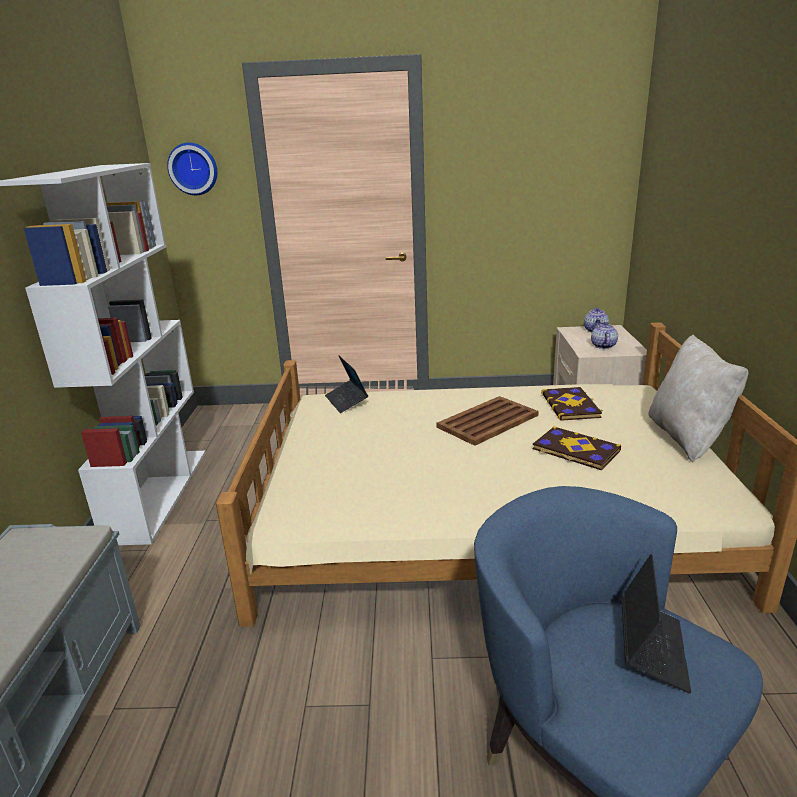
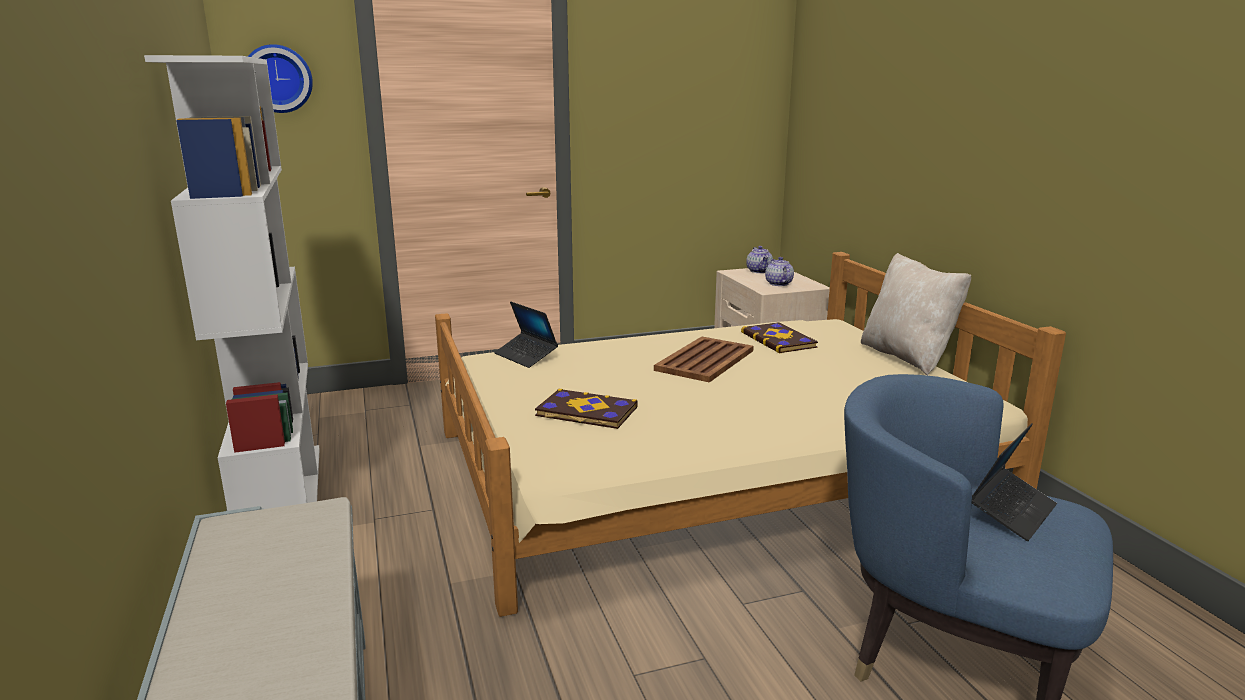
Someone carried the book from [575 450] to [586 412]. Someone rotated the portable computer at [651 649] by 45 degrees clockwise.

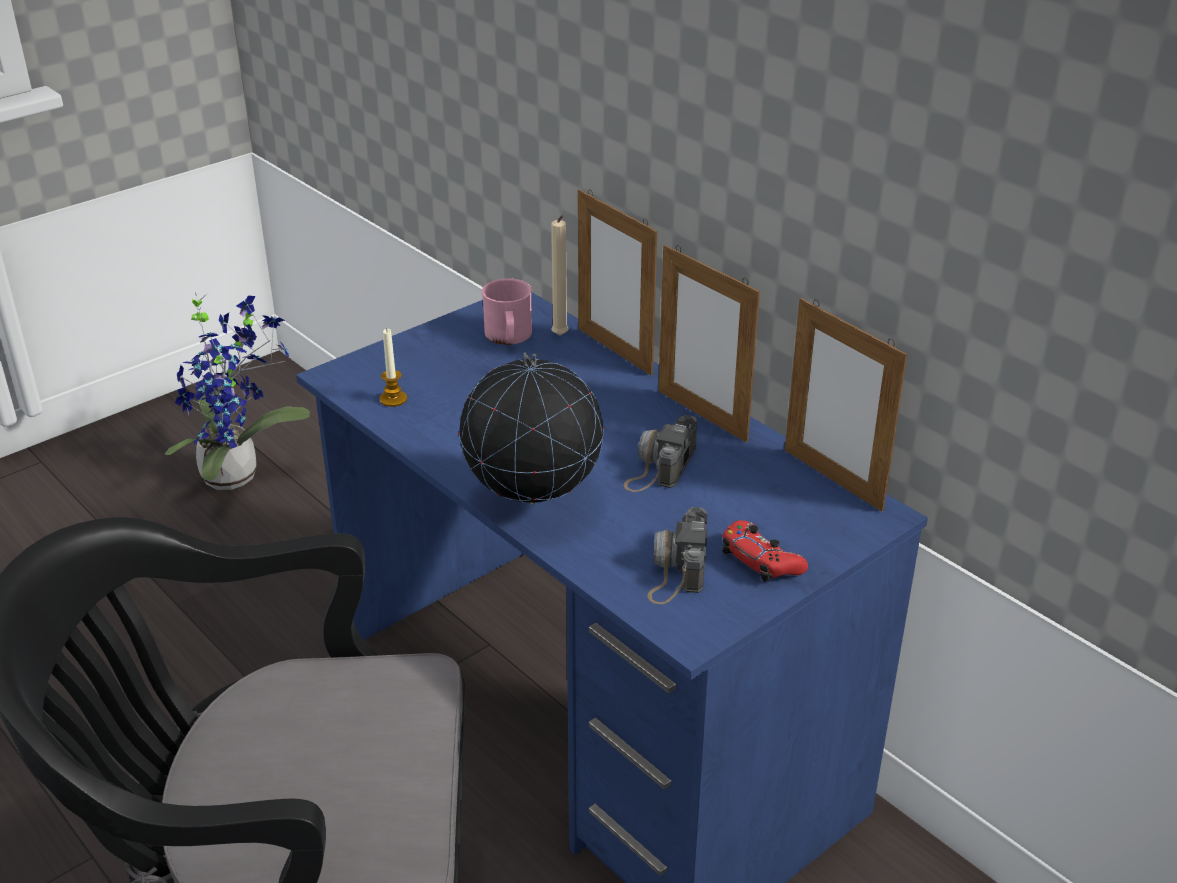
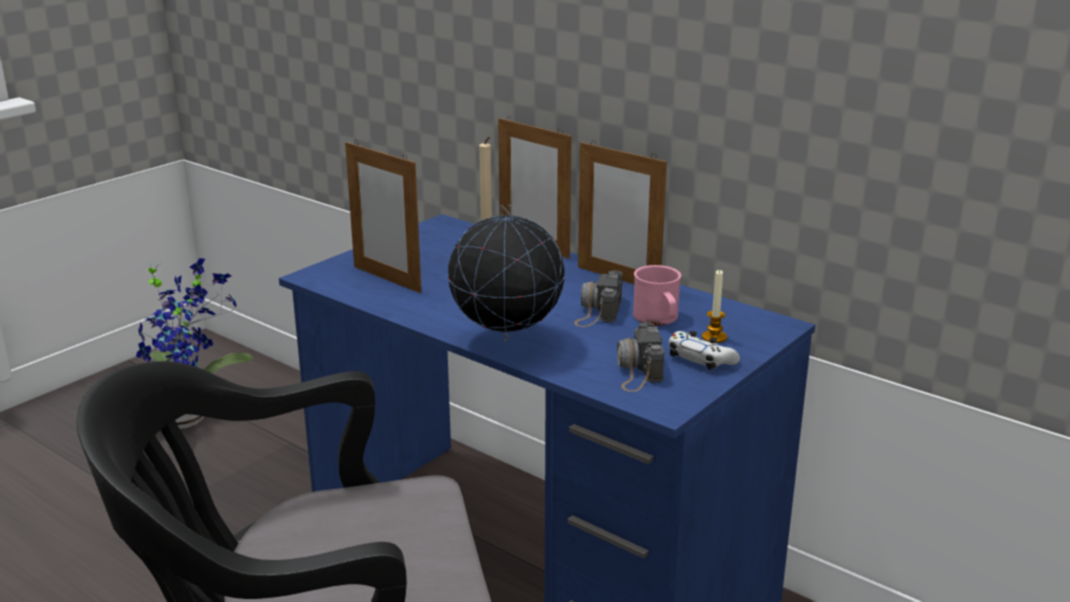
Someone carried the wax light from [393 399] to [714 337]. Someone carried the pink mug from [509 337] to [658 319]. Someone repainted the red joypad at [761 560], which became the whitish joypad at [701 359]. Someone carried the picture frame from [832 479] to [387 279].

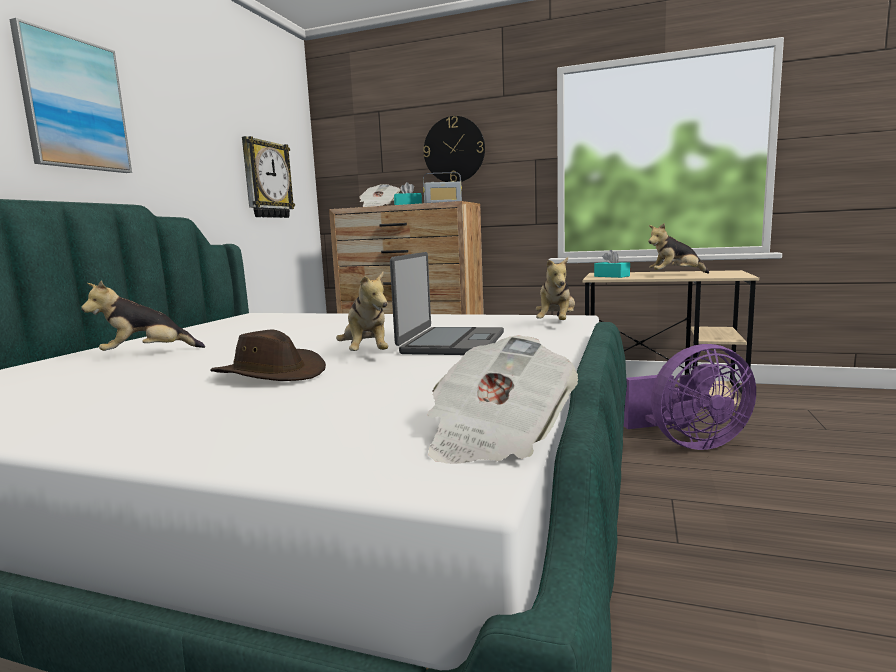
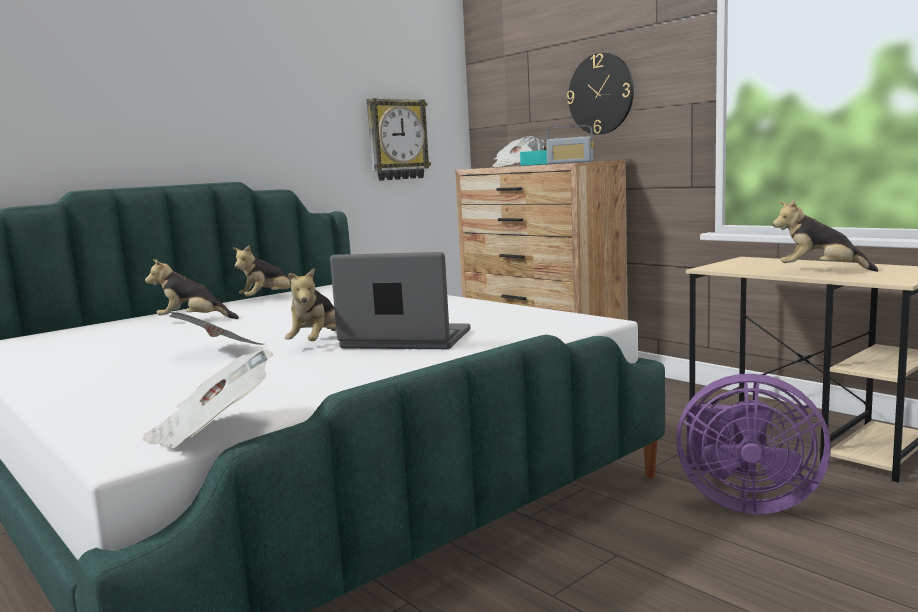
Someone took away the wall art at [73 104]. Someone swapped the brownish hat at [271 374] for the daily paper at [220 352]. Someone rotated the portable computer at [451 343] by 120 degrees counterclockwise. Someone carried the plush toy from [556 324] to [268 299]. Someone took away the blue-green tissue holder at [611 276].

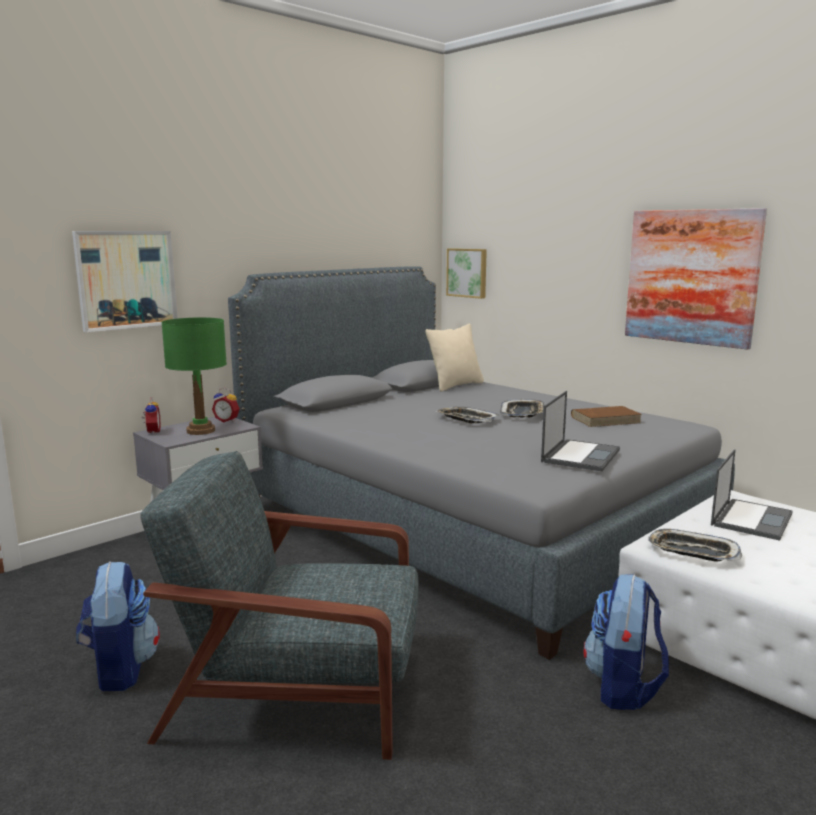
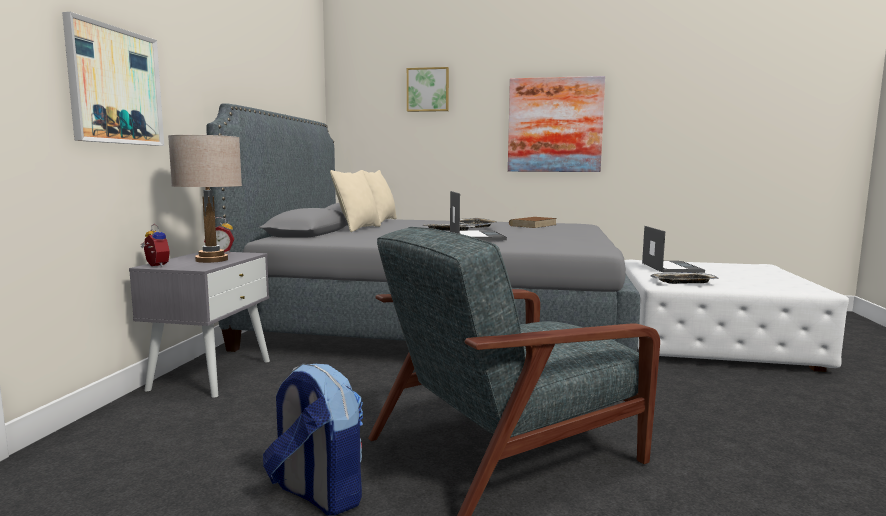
Someone repainted the green-coloured tabletop lamp at [201 431], which became the beige tabletop lamp at [212 260]. Someone carried the wall art from [467 272] to [428 90]. Someone carried the portable computer from [581 455] to [476 236]. Someone took away the knapsack at [623 687]. Someone put down the beige cushion at [358 228].

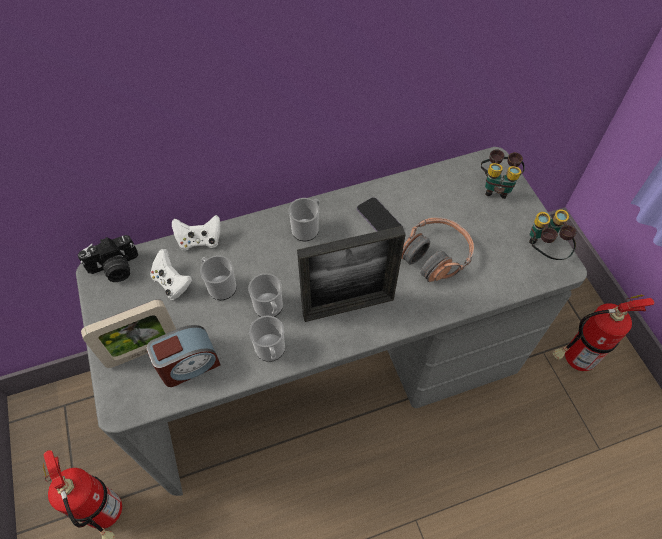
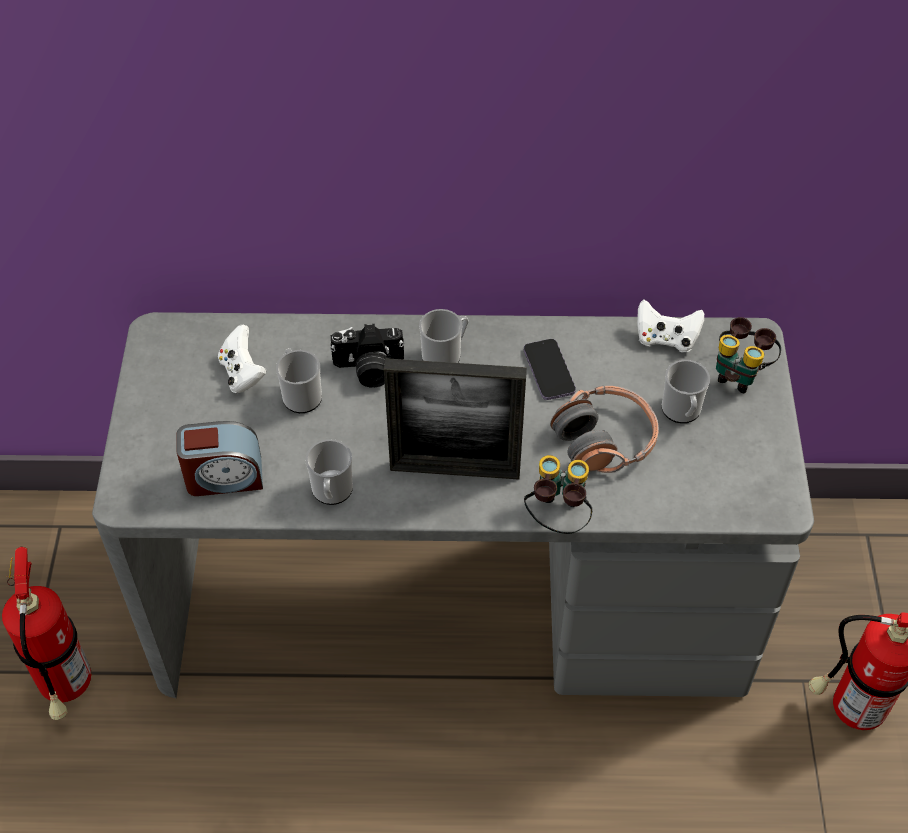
Someone carried the photo camera from [115 269] to [369 369]. Someone took away the picture frame at [143 351]. Someone carried the whitish joypad from [199 240] to [666 339]. Someone carried the mug from [270 308] to [682 412]. Someone carried the binoculars from [543 251] to [557 517].

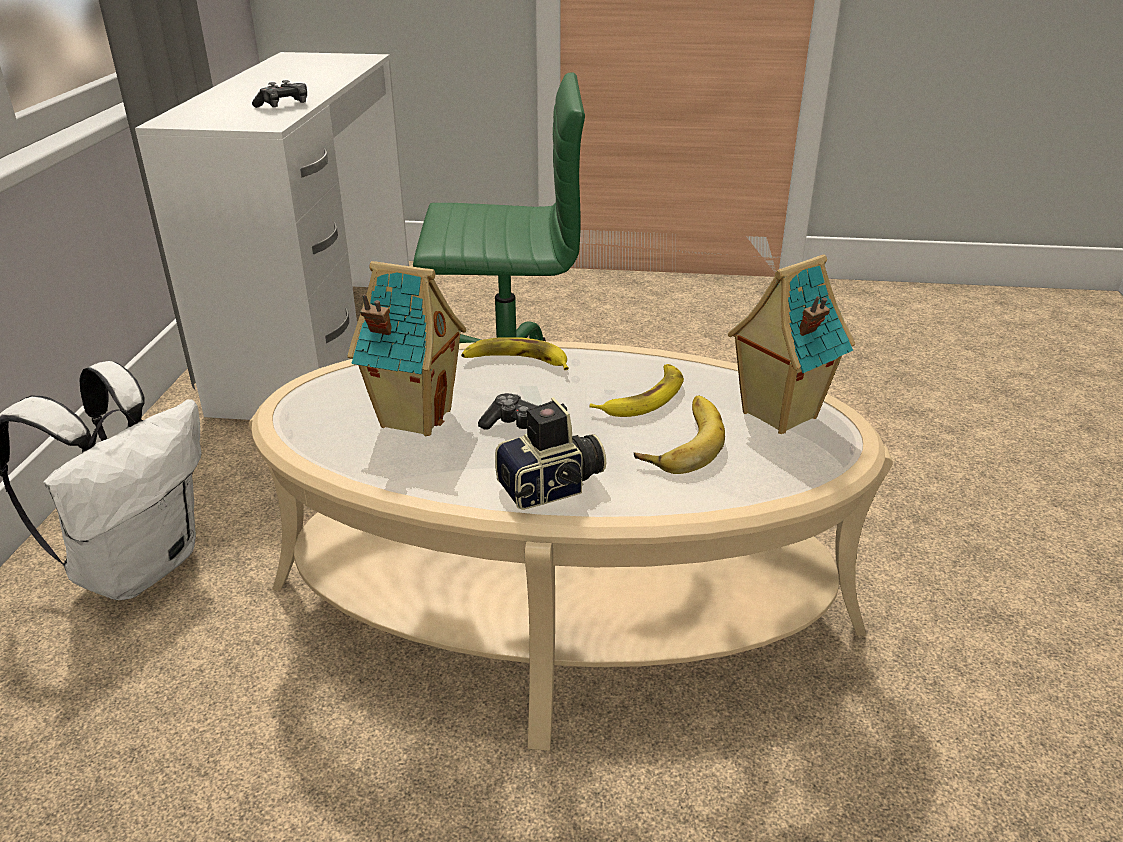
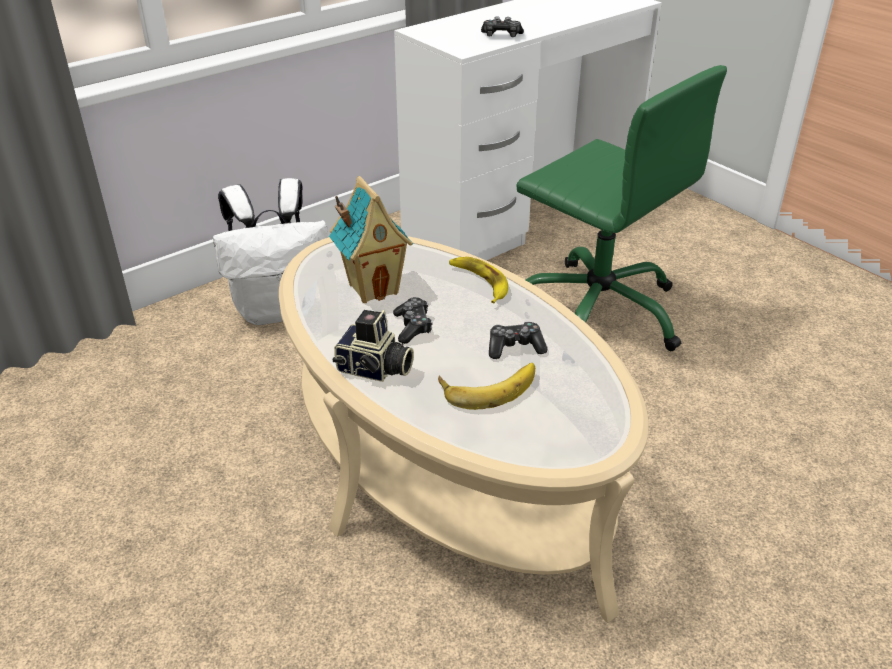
Someone swapped the banana at [644 398] for the joypad at [515 347]. Someone took away the miniature house at [777 415].

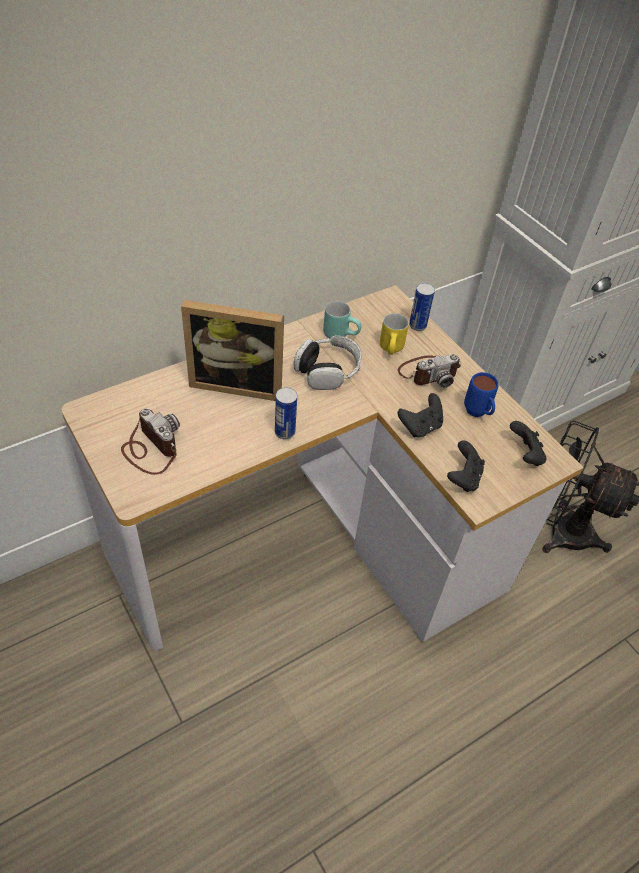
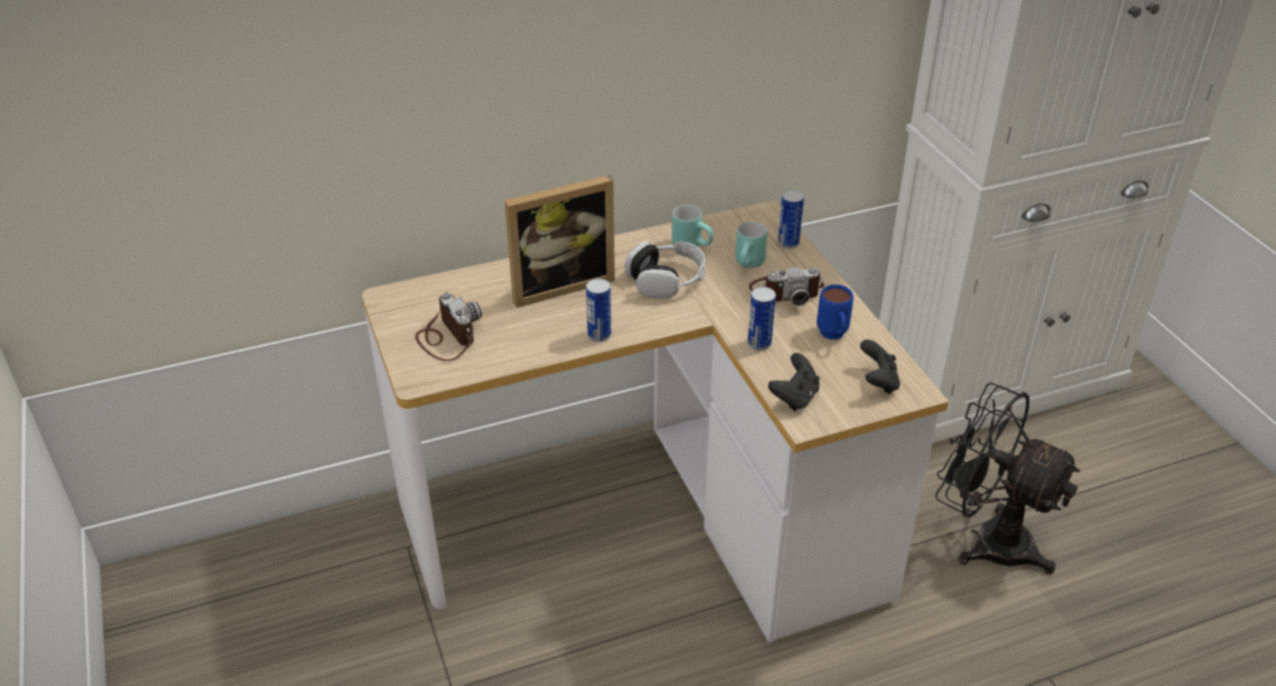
Someone rotated the picture frame at [237 383] by 45 degrees counterclockwise. Someone repainted the yellow mug at [392 350], which became the blue-green mug at [750 265]. Someone swapped the black-coloured joypad at [420 427] for the can at [759 343].

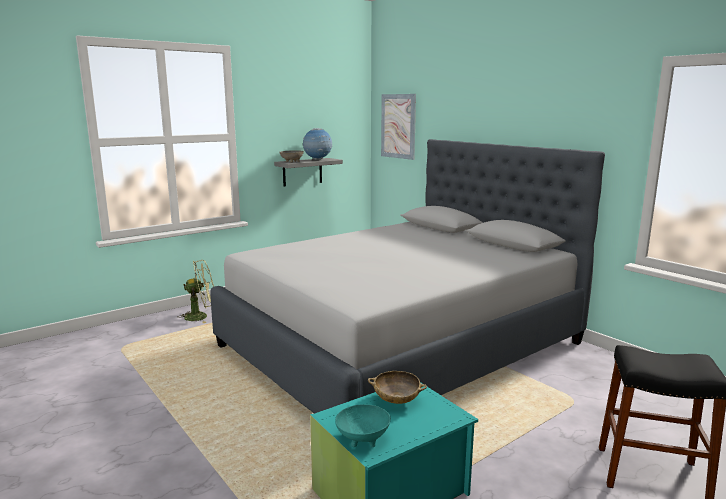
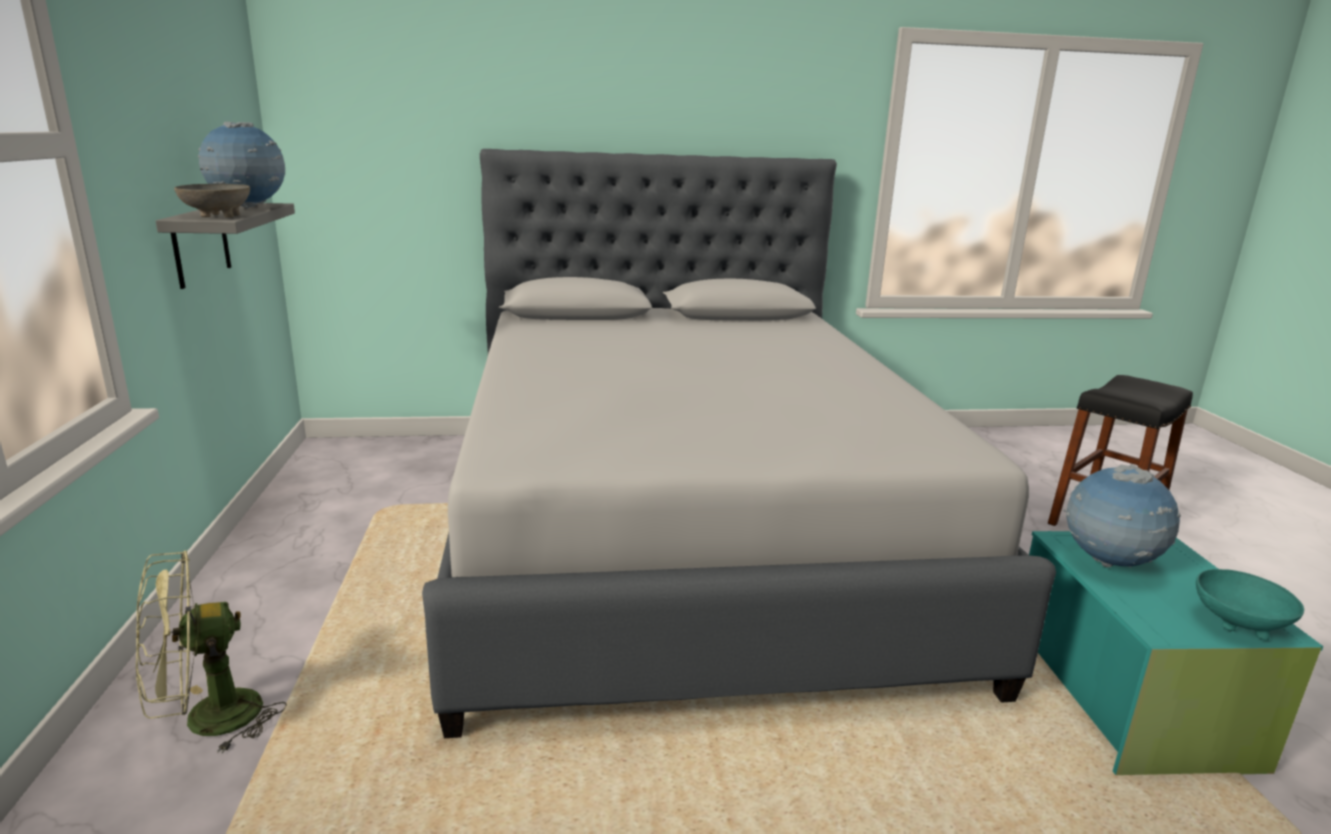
Someone rotated the green-coloured electric fan at [201 316] by 135 degrees counterclockwise. Someone swapped the beige serving bowl at [396 400] for the globe at [1109 564]. Someone took away the wall art at [398 126].

